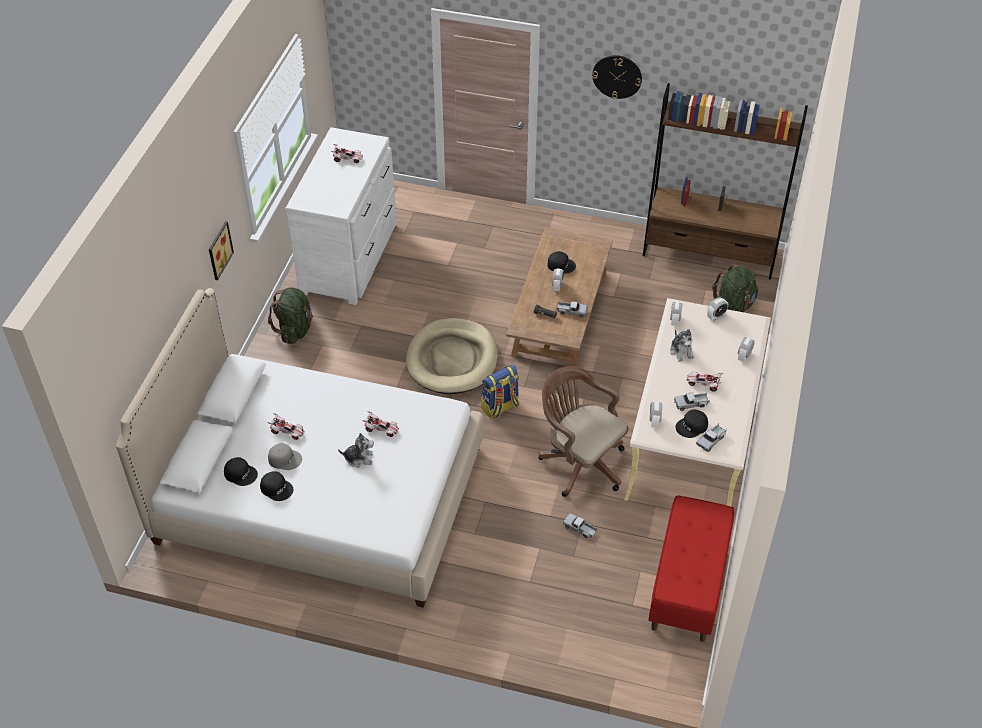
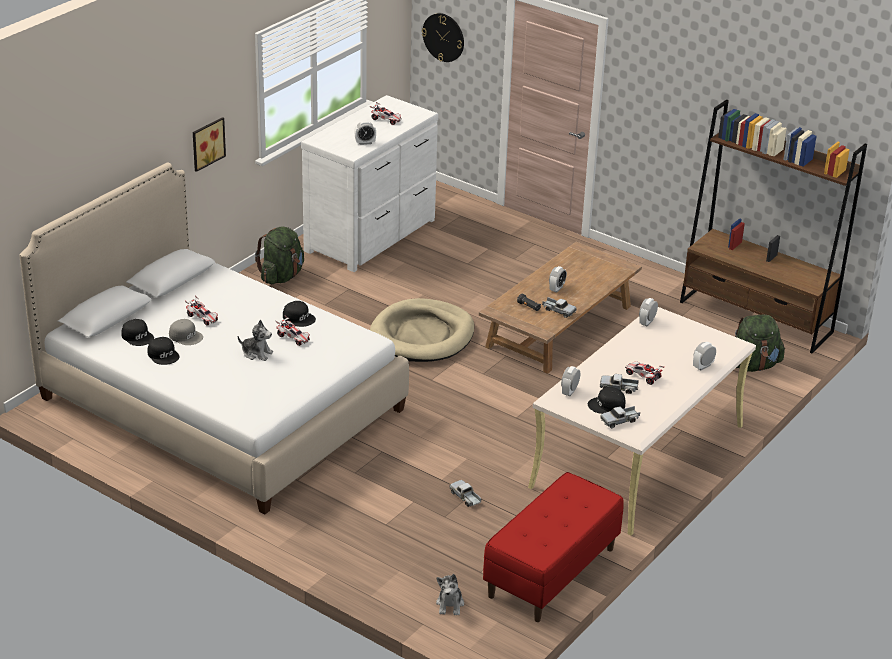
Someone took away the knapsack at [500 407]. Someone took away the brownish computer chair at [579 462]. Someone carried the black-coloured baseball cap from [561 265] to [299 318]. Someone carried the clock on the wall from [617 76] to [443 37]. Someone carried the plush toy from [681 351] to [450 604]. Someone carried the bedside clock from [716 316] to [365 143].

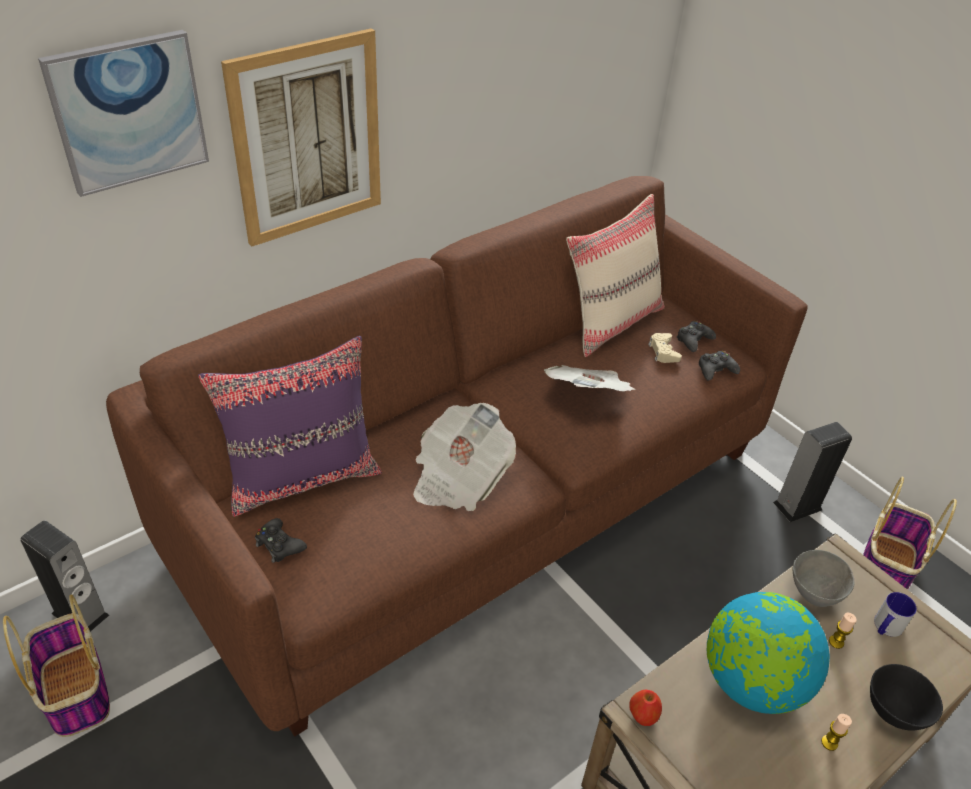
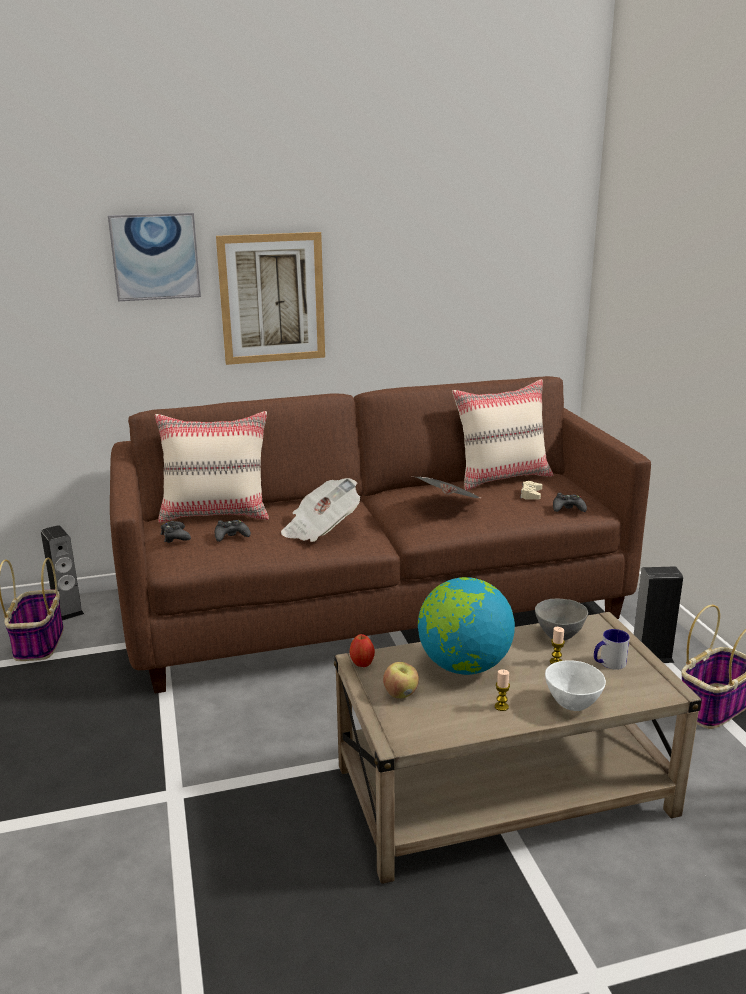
Someone repainted the purple cushion at [303 477], which became the beige cushion at [216 514]. Someone carried the black-coloured joypad from [693 340] to [231 536]. Someone repainted the black-coloured serving bowl at [893 713], which became the whitish serving bowl at [573 705]. Someone put down the whole apple at [401 694].

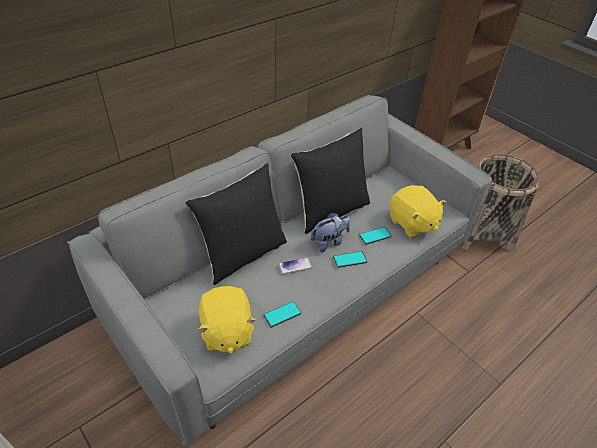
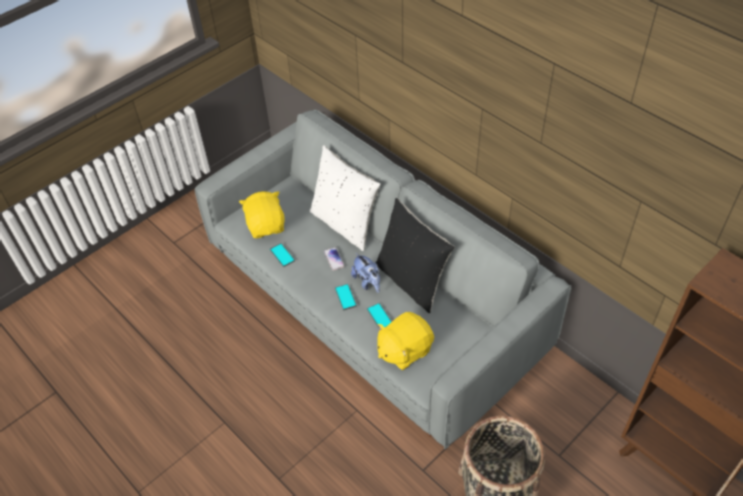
Someone repainted the black-coloured cushion at [242 254], which became the whitish cushion at [345 224]. Someone rotated the yellow plush toy at [226 331] by 90 degrees clockwise.

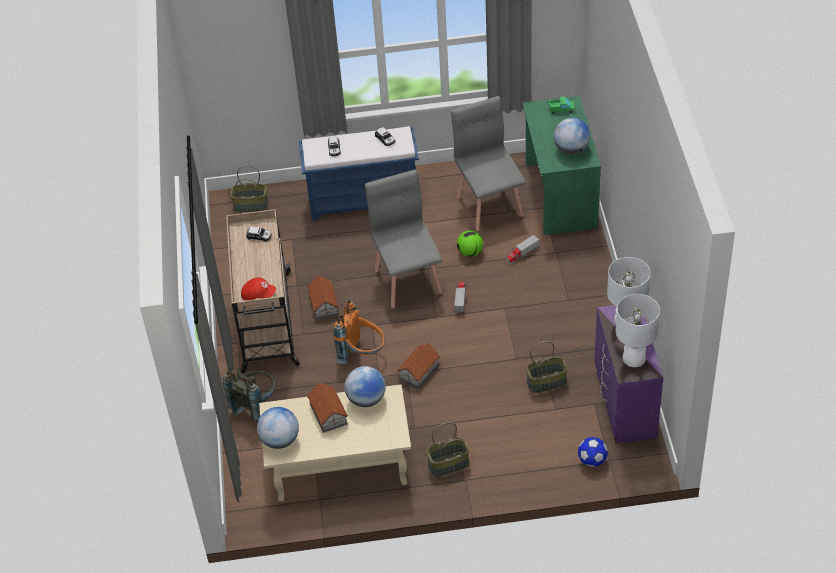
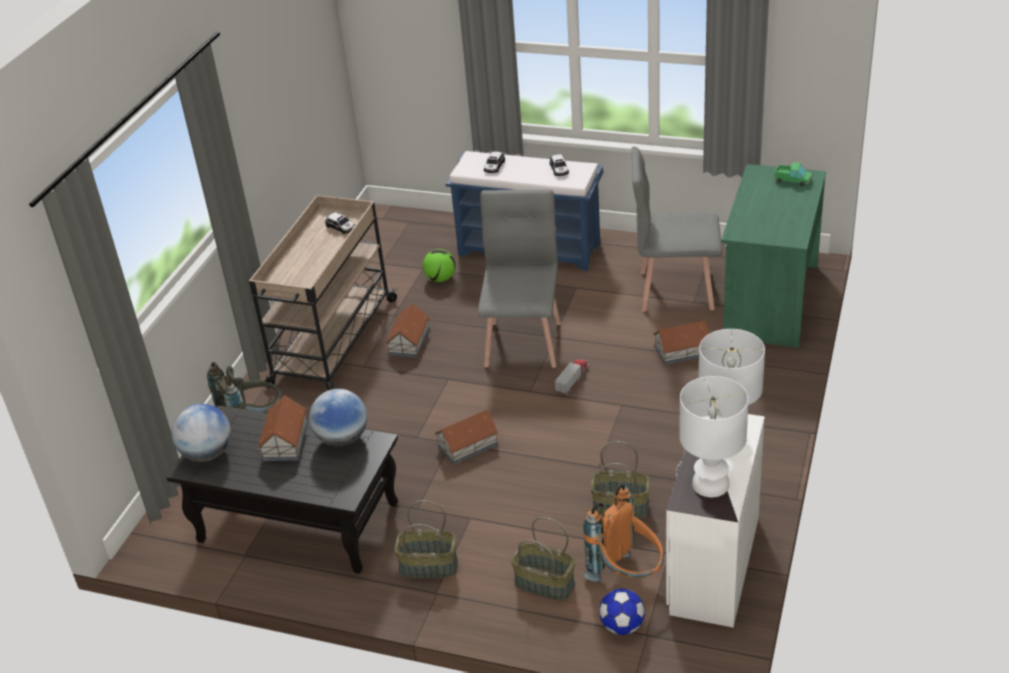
Someone carried the storage basket from [250 206] to [543 584]. Someone took away the red baseball cap at [258 294]. Someone repainted the beige coffee table at [338 464], which became the black-coloured coffee table at [297 522]. Someone carried the orange knapsack from [362 354] to [627 576]. Someone rotated the greyish upright chair at [490 205] by 90 degrees counterclockwise. Someone carried the football from [470 252] to [441 278]. Someone swapped the toy lorry at [522 254] for the miniature house at [682 351]. Someone took away the globe at [571 149]. Someone repainted the purple dresser at [624 403], which became the whitish dresser at [712 565].

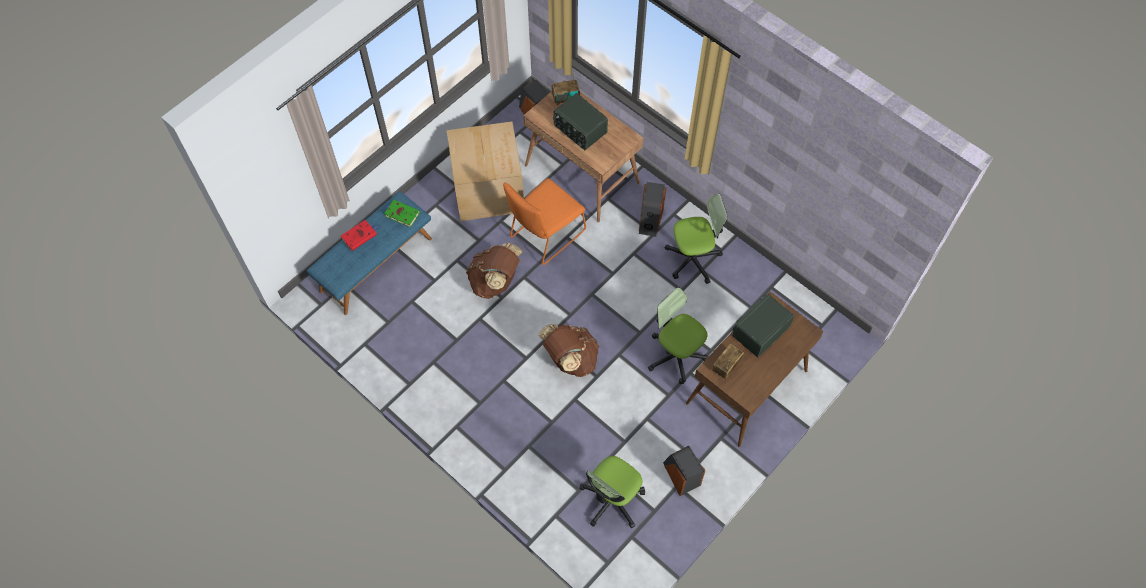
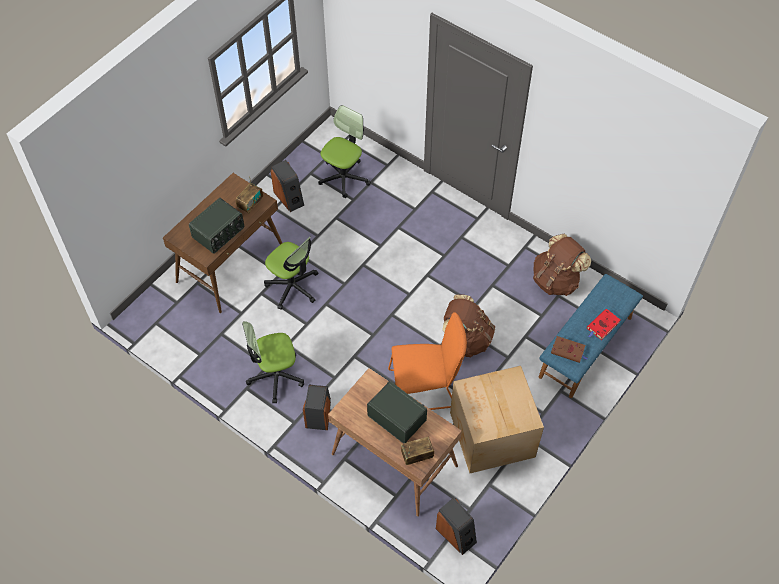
Someone repainted the green-coloured book at [401 214], which became the brownish book at [568 351]. Someone rotated the orange upright chair at [545 236] by 45 degrees clockwise. Someone carried the brownish knapsack from [570 359] to [556 280].

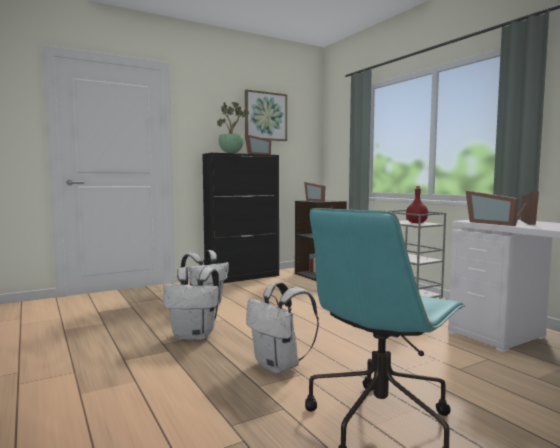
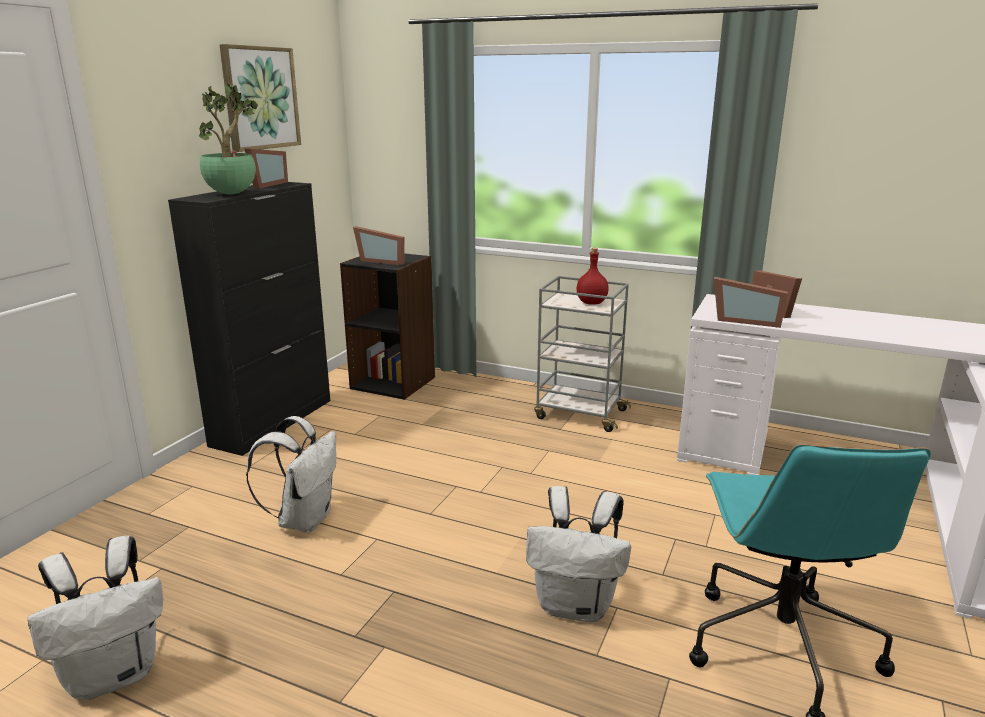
Someone carried the whitish knapsack from [195 336] to [115 674].

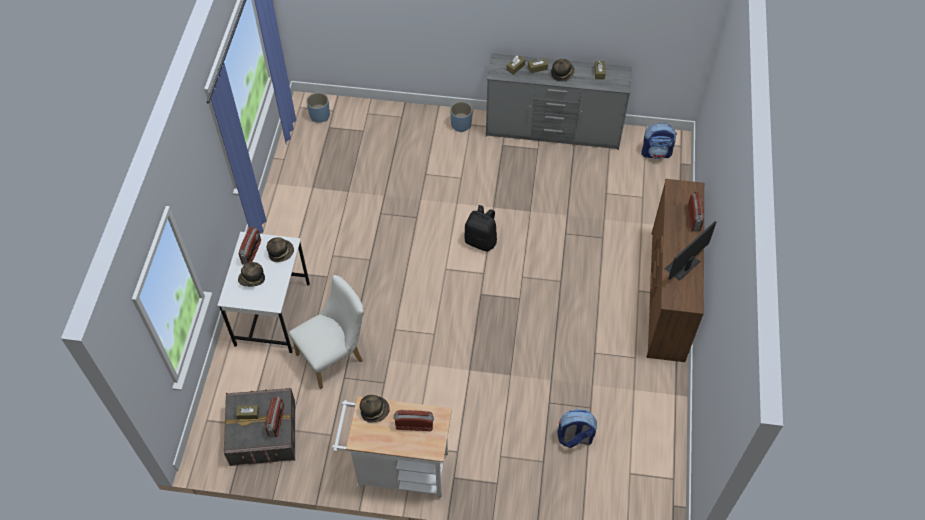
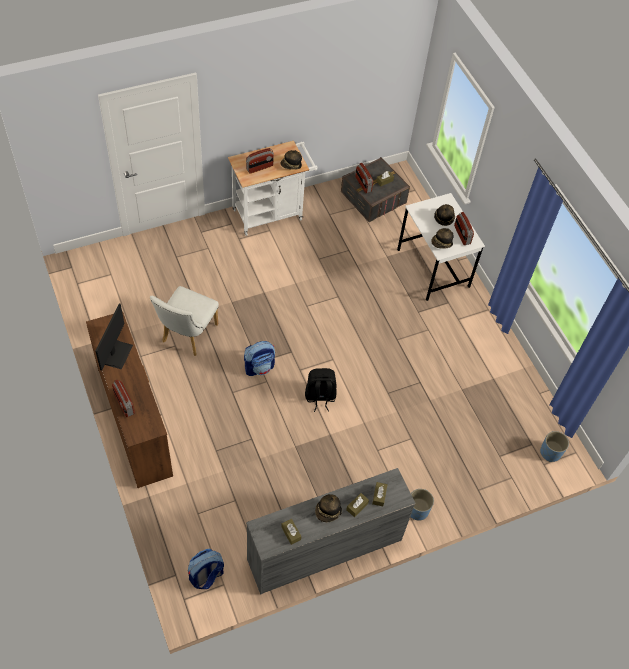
Someone carried the whitish upright chair from [334 356] to [187 336]. Someone carried the knapsack from [574 437] to [259 367].

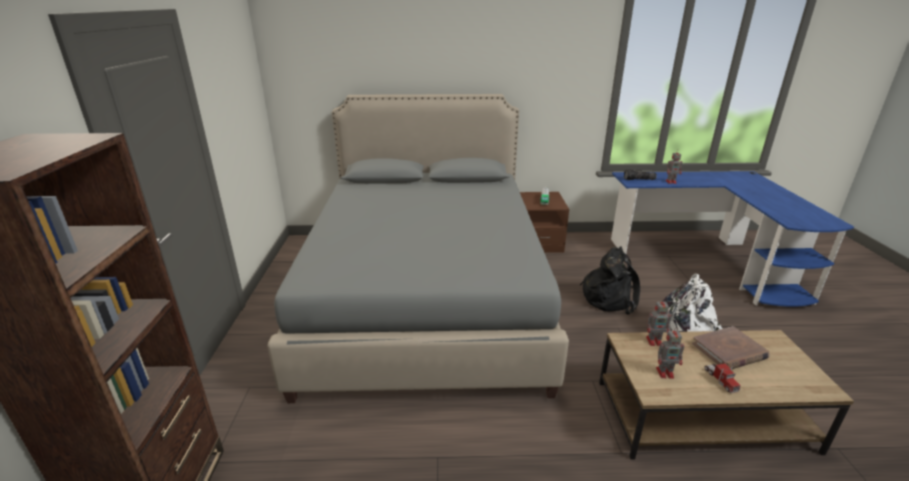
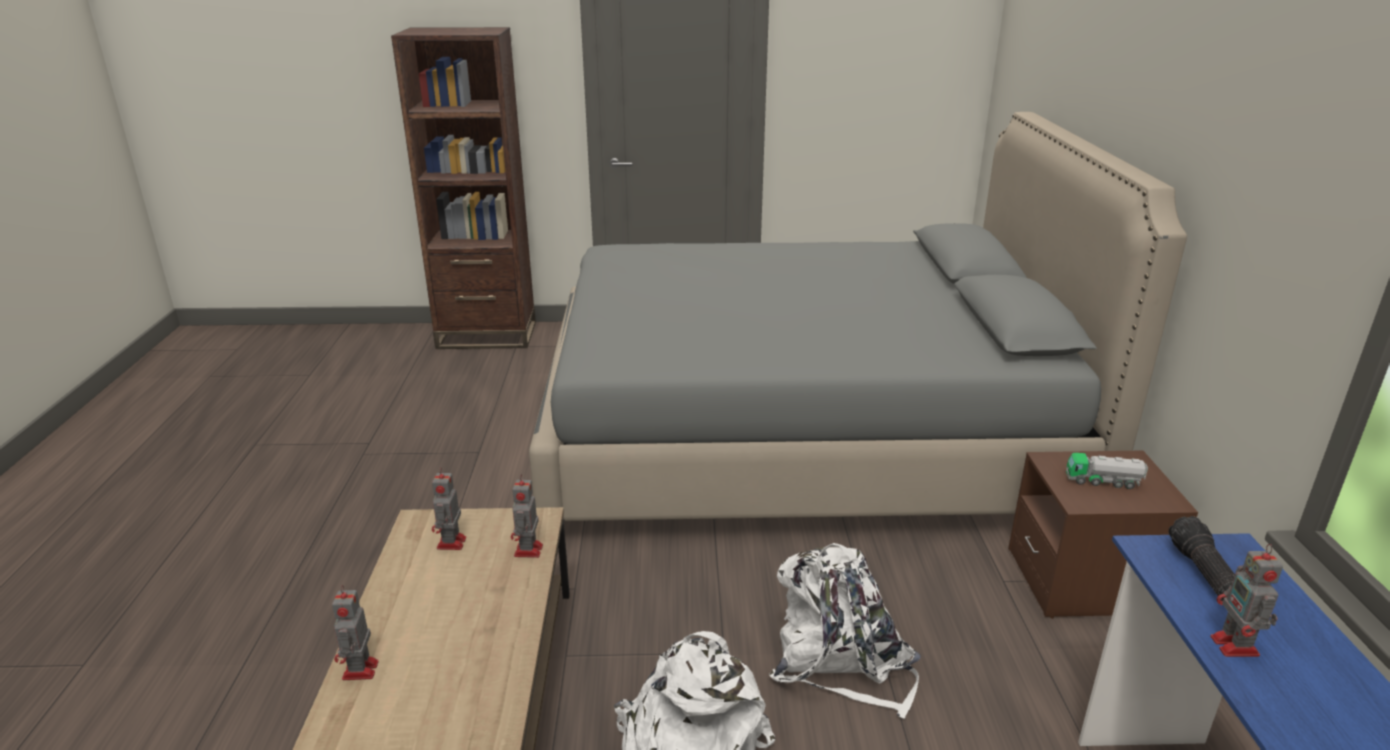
Someone repainted the black-coloured knapsack at [609 298], which became the whitish knapsack at [841 663]. Someone took away the brownish book at [729 351]. Someone took away the toy lorry at [720 380]. Someone put down the toy robot at [360 671].

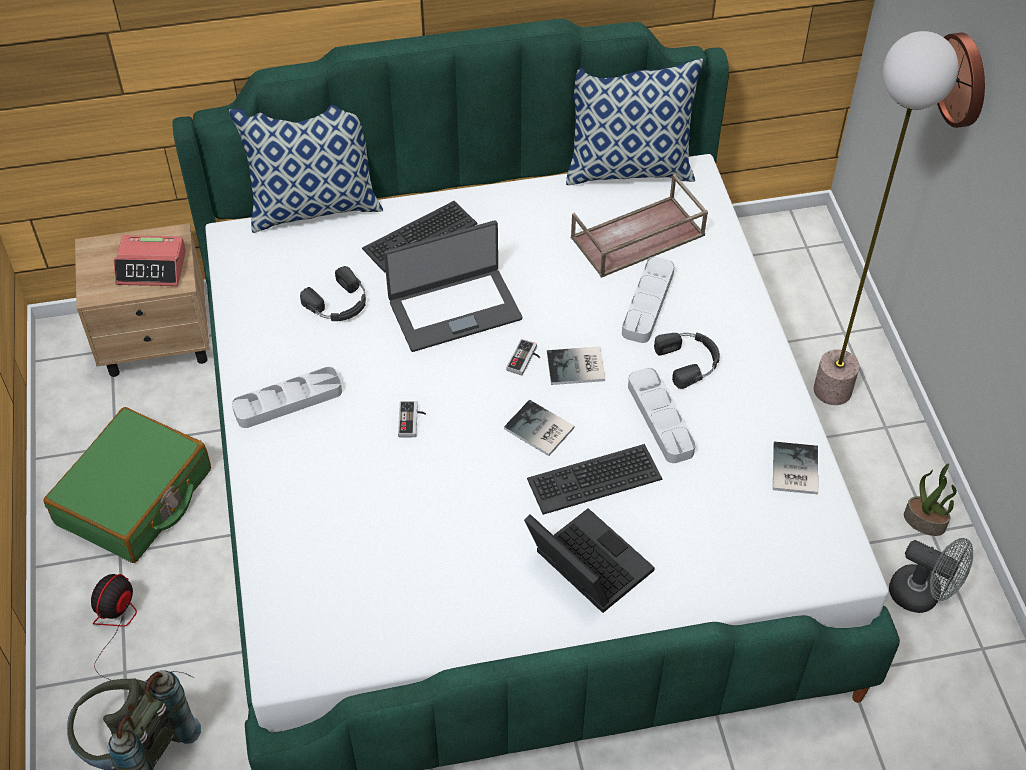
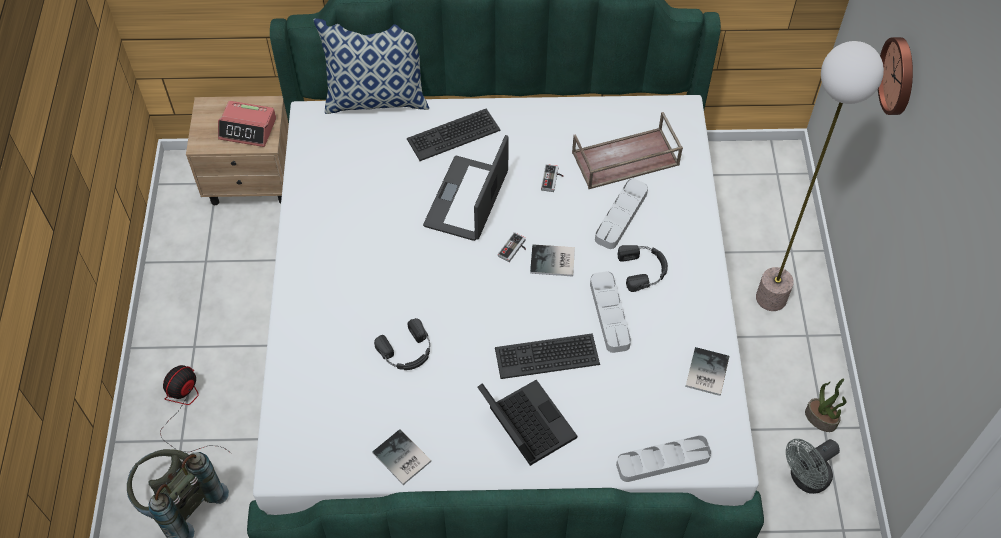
Someone took away the green-coloured suitcase at [135 498]. Someone carried the greyish tray from [288 401] to [663 461]. Someone carried the black-coloured headphones from [339 304] to [407 351]. Someone rotated the portable computer at [454 309] by 120 degrees clockwise. Someone carried the joypad from [412 421] to [552 180]. Someone carried the book from [539 430] to [401 459]. Someone took away the cushion at [629 168]. Someone rotated the greyish electric fan at [922 595] by 105 degrees clockwise.

